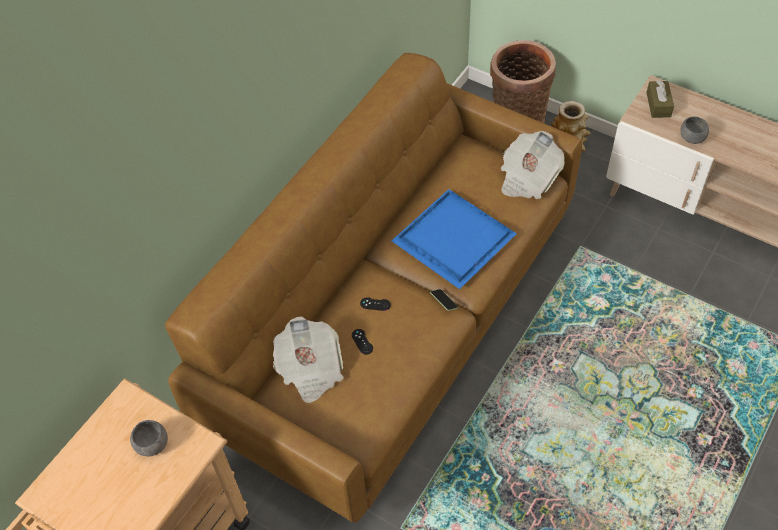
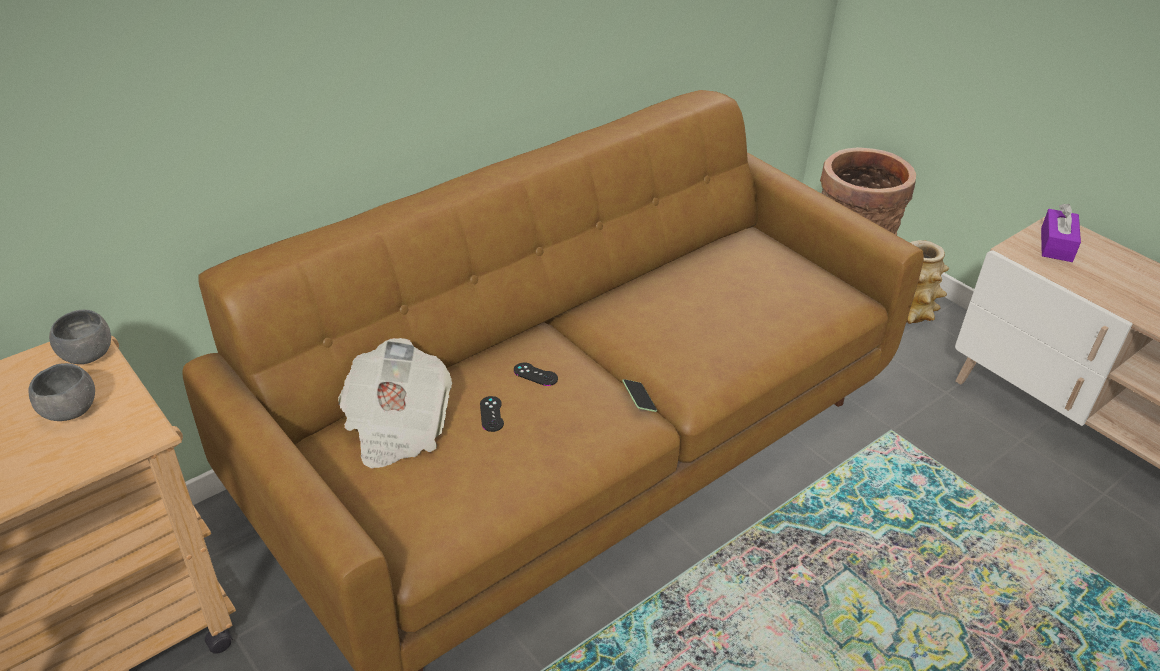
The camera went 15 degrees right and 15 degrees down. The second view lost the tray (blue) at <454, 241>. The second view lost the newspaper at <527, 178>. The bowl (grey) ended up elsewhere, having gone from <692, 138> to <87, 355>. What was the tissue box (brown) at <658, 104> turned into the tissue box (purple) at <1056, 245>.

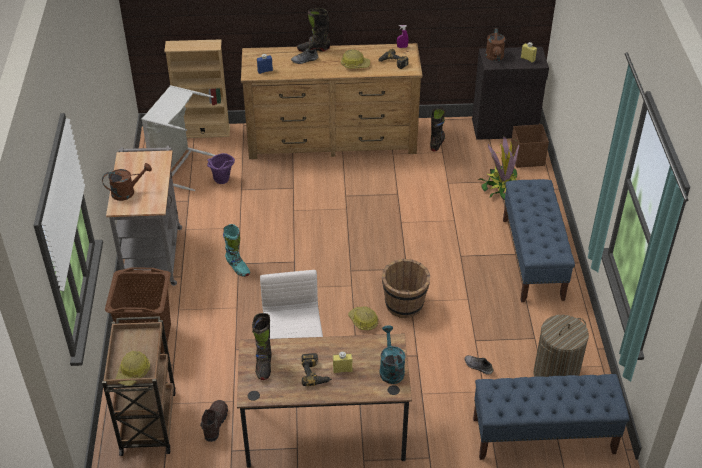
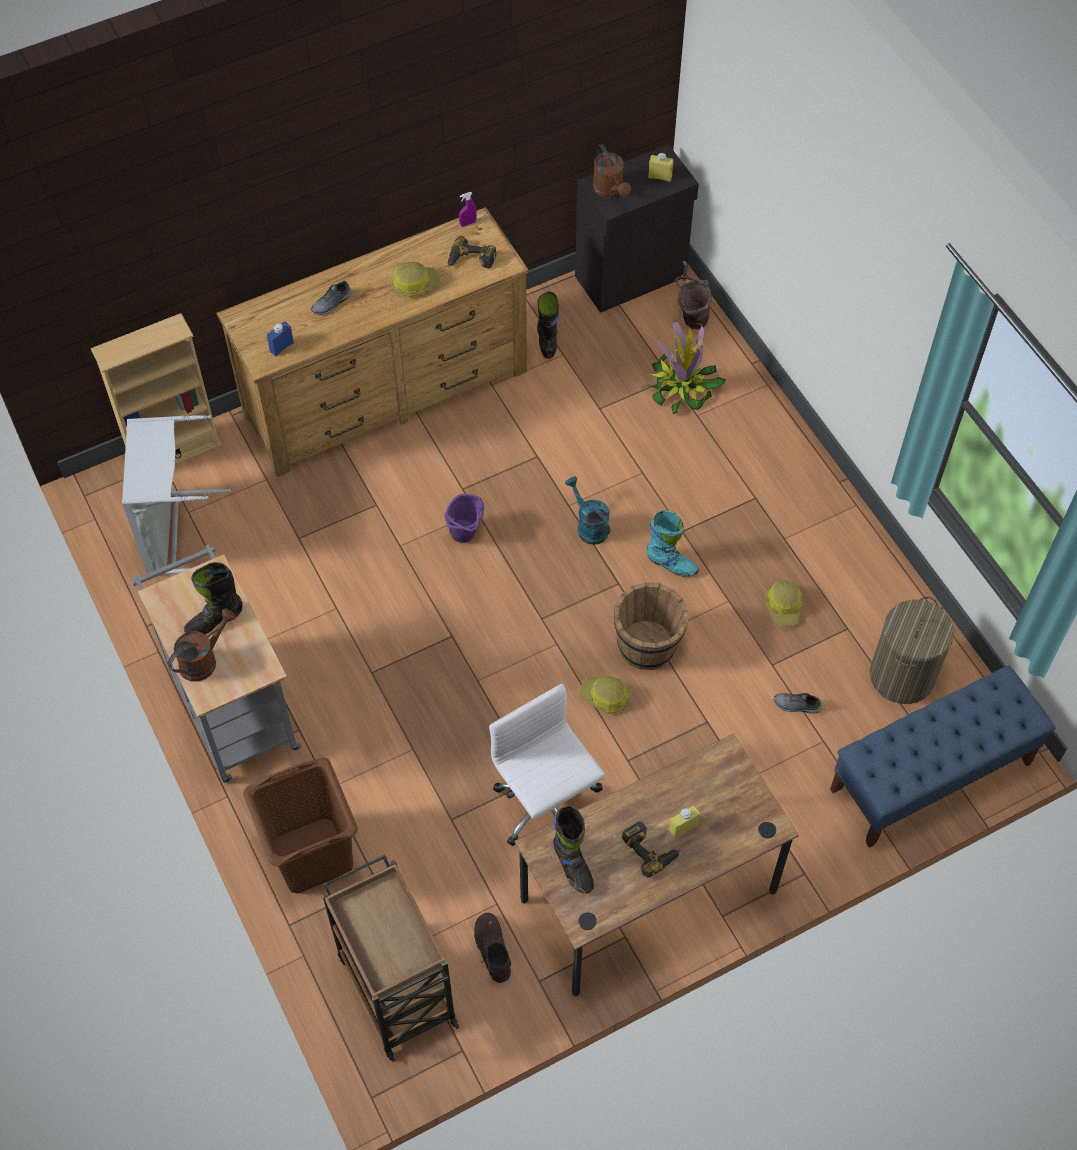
The camera went 25 degrees left and 15 degrees up. The second view lost the bench (blue) at <532, 259>. The hard hat ended up elsewhere, having gone from <134, 372> to <784, 606>. The bucket (purple) ended up elsewhere, having gone from <222, 182> to <466, 536>. The boot (turquoise) ended up elsewhere, having gone from <237, 267> to <671, 564>. The boot (black) ended up elsewhere, having gone from <313, 49> to <214, 620>. The watering can (turquoise) ended up elsewhere, having gone from <390, 369> to <588, 526>. Where the storage box (brown) stood at <527, 158>, the bucket (brown) came to stand at <691, 320>.

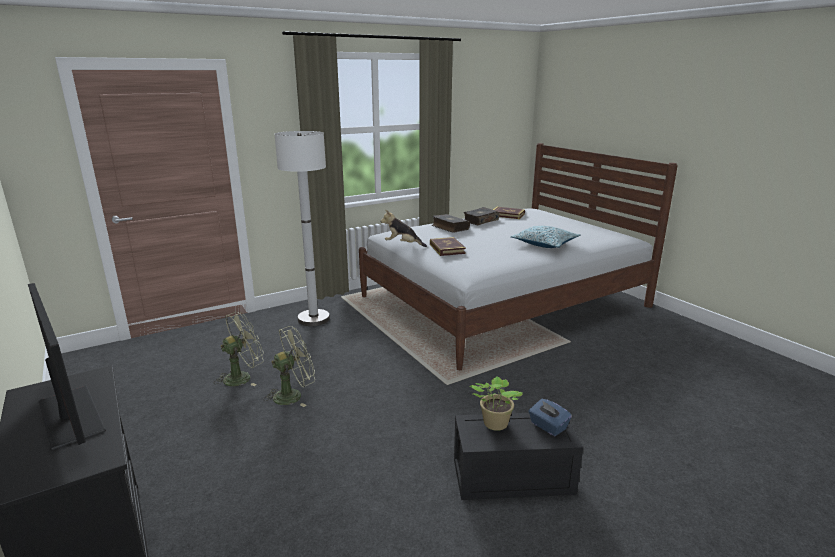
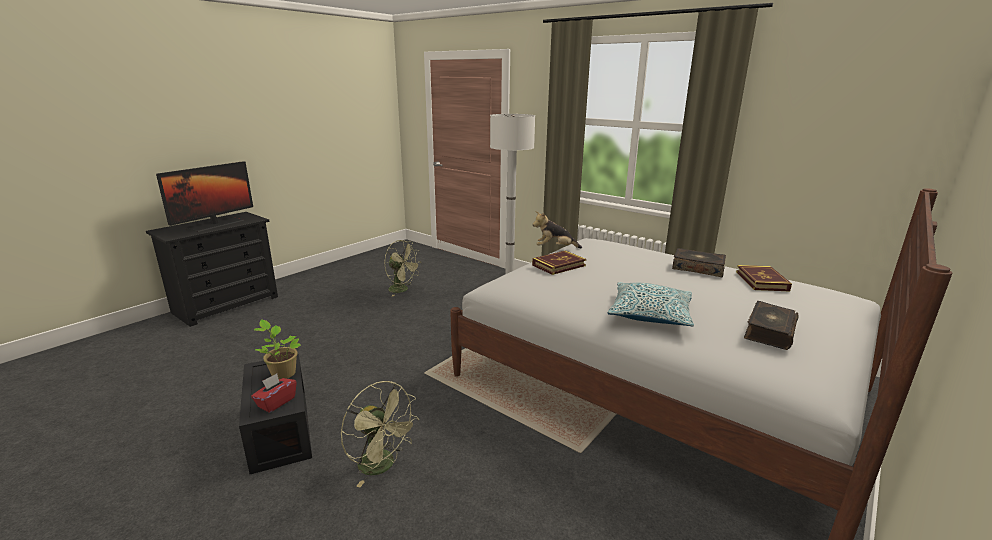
The camera went 70 degrees right and 0 degrees up. The fan (green) ended up elsewhere, having gone from <293, 395> to <382, 466>. The book ended up elsewhere, having gone from <449, 228> to <768, 332>. What was the tissue box (blue) at <548, 426> turned into the tissue box (red) at <276, 402>. The plush toy at <402, 245> ended up facing another way, 90 degrees counterclockwise from before.

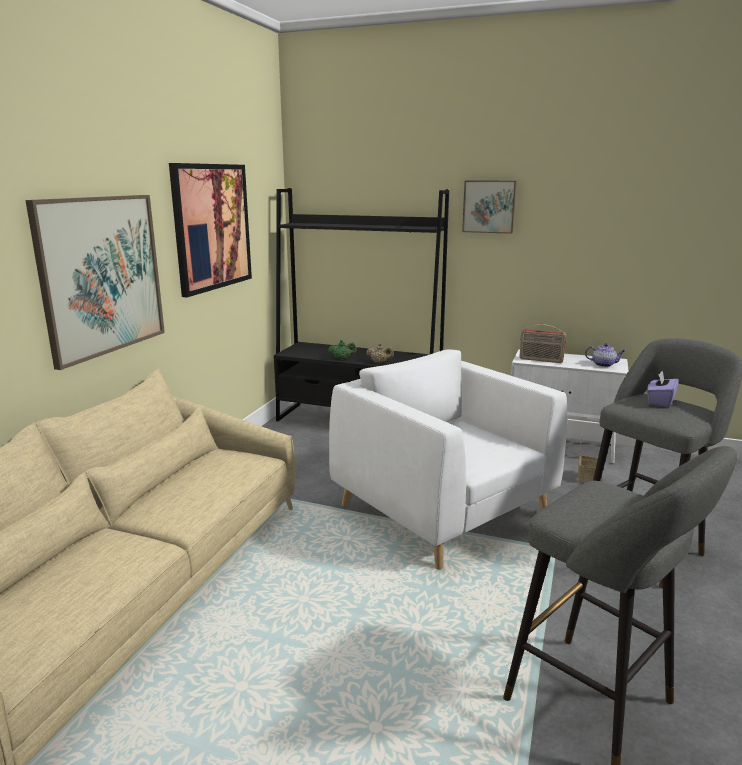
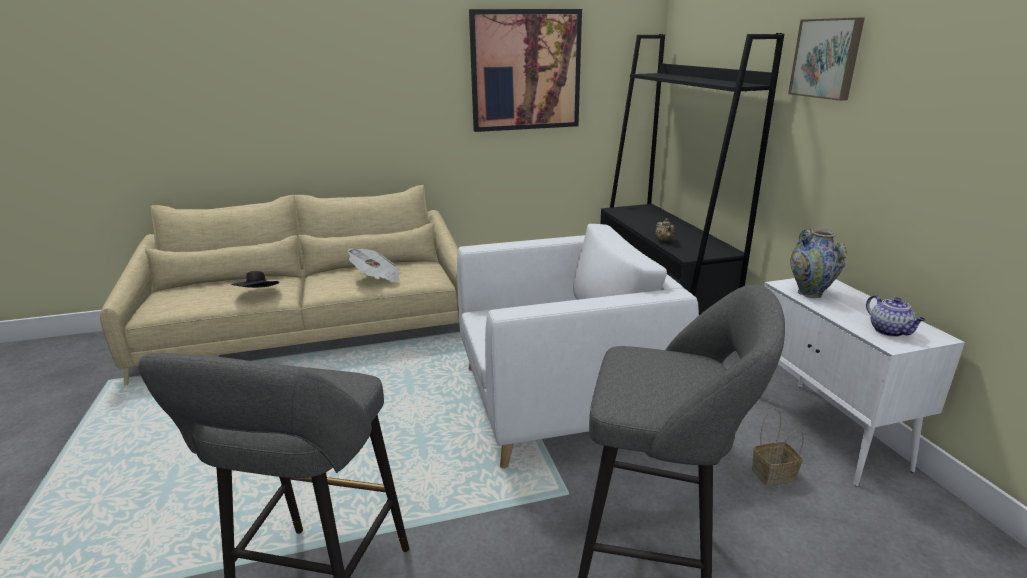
The camera went 55 degrees right and 5 degrees up. The second view lost the picture at <102, 275>. The second view lost the teapot (green) at <342, 359>. The second view lost the tissue box (purple) at <660, 401>. The second view gained the hat (black) at <258, 294>. The second view gained the newspaper at <377, 278>. Where the radio stood at <540, 360>, the vase came to stand at <810, 293>. The armchair (white) at <443, 509> ended up facing another way, 60 degrees clockwise from before.

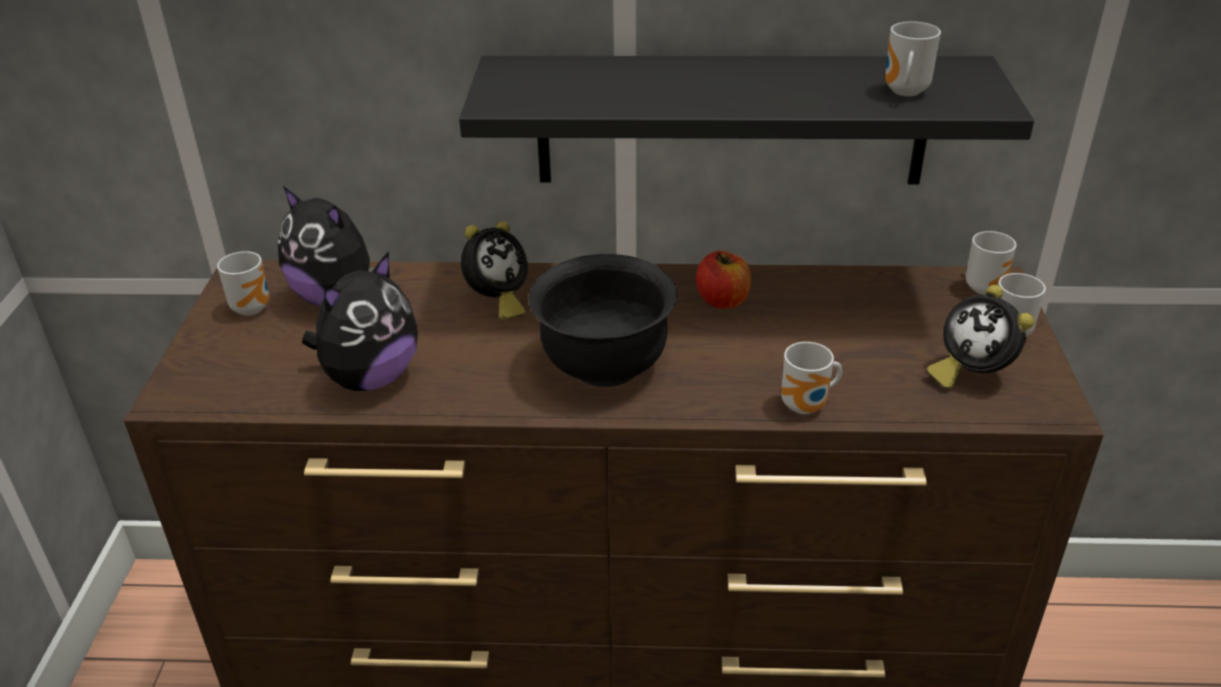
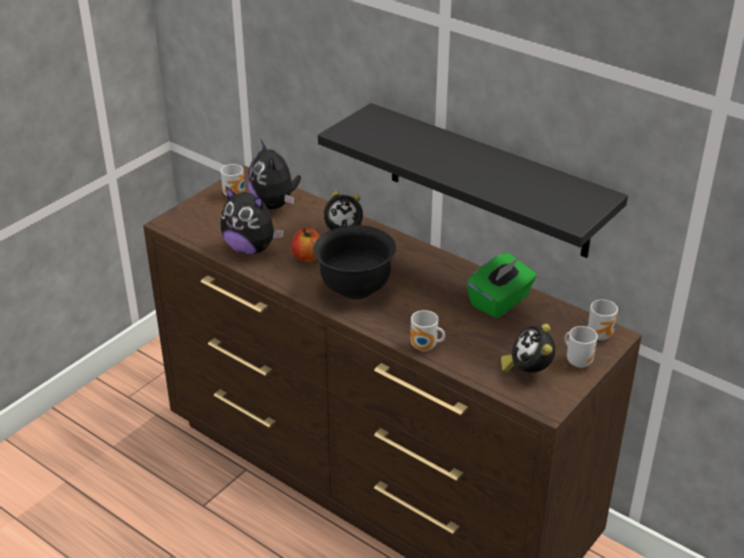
The camera went 35 degrees right and 0 degrees up. The second view lost the mug at <903, 92>. The second view gained the tissue box (green) at <500, 302>. The apple ended up elsewhere, having gone from <722, 300> to <307, 257>. The plush toy at <370, 378> ended up facing another way, 45 degrees clockwise from before.

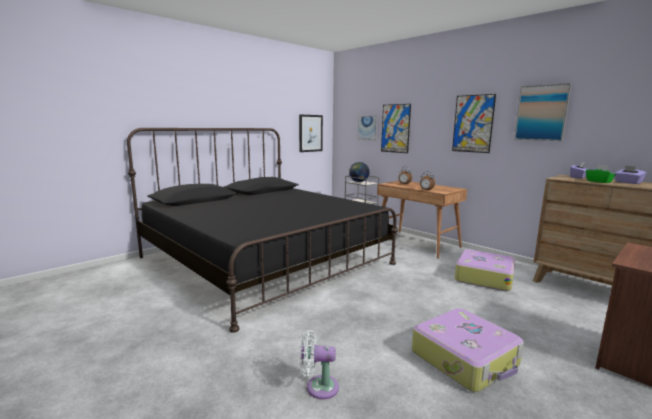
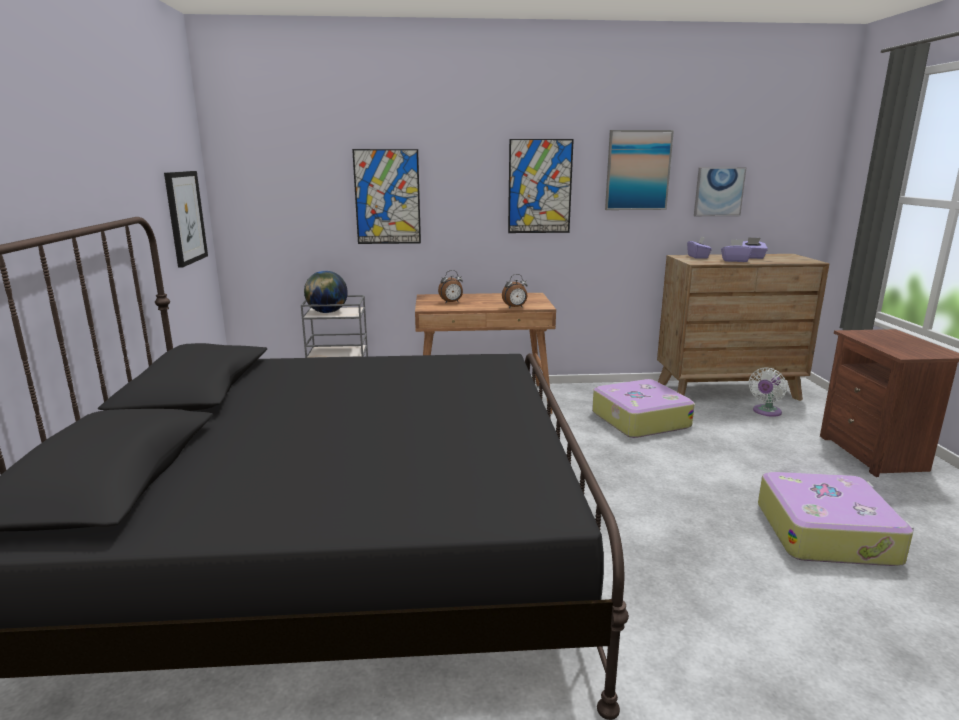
The camera went 50 degrees left and 5 degrees up. The fan (white) ended up elsewhere, having gone from <318, 387> to <765, 412>. The picture ended up elsewhere, having gone from <367, 127> to <719, 191>. What was the tissue box (green) at <599, 181> turned into the tissue box (purple) at <734, 260>.

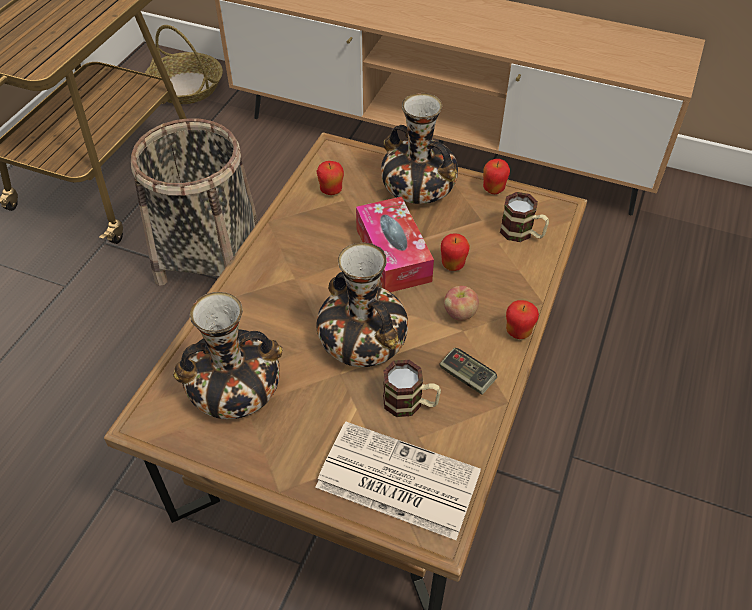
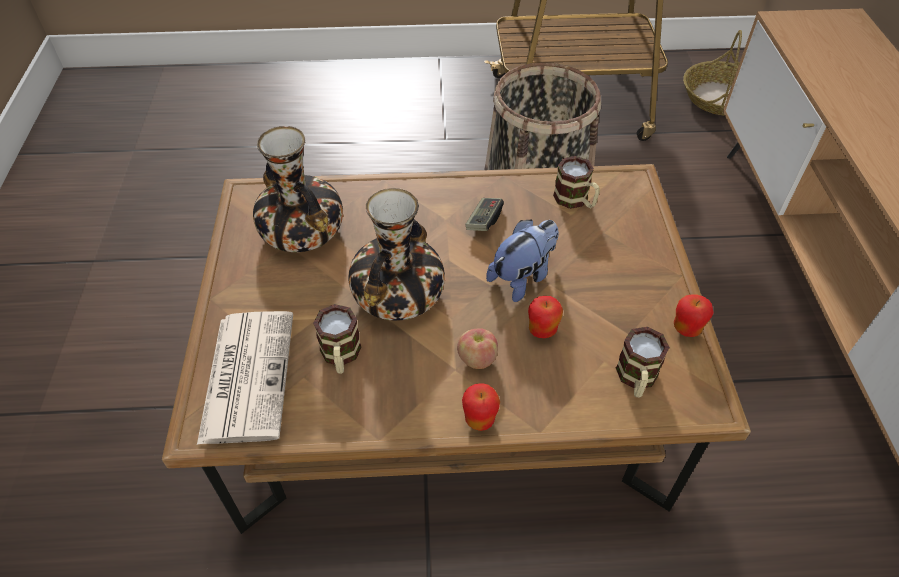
The camera went 65 degrees right and 0 degrees up. The second view lost the vase at <419, 187>. The game controller ended up elsewhere, having gone from <466, 376> to <484, 221>. Where the apple stood at <331, 191>, the mug came to stand at <575, 201>. Where the tissue box stood at <393, 254>, the plush toy came to stand at <522, 277>.

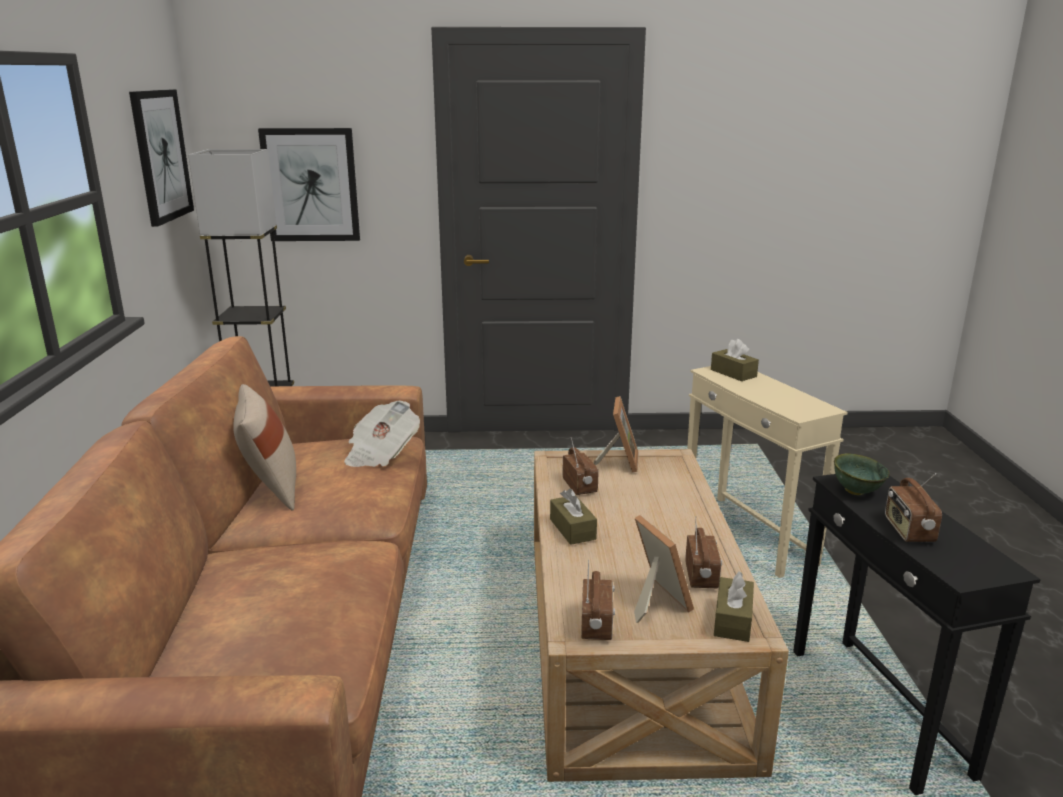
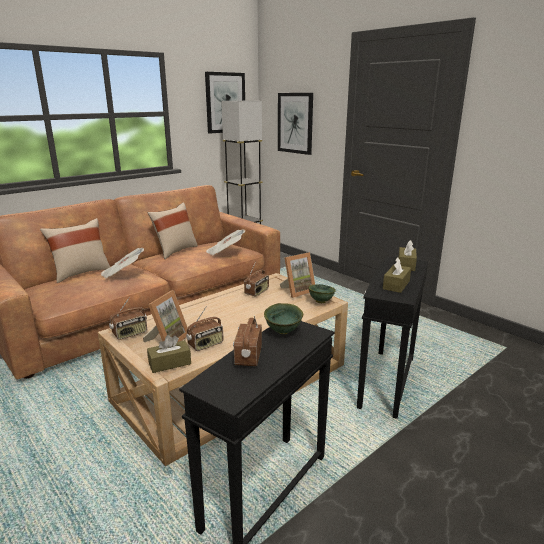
The camera went 50 degrees right and 0 degrees up. The second view gained the pillow (beige) at <81, 273>. The second view gained the newspaper at <122, 274>. The second view gained the bowl (green) at <320, 301>. The tissue box (brown) ended up elsewhere, having gone from <572, 529> to <396, 285>. What was the side table (beige) at <747, 536> turned into the side table (black) at <386, 382>. The radio at <908, 531> ended up facing another way, 45 degrees counterclockwise from before.

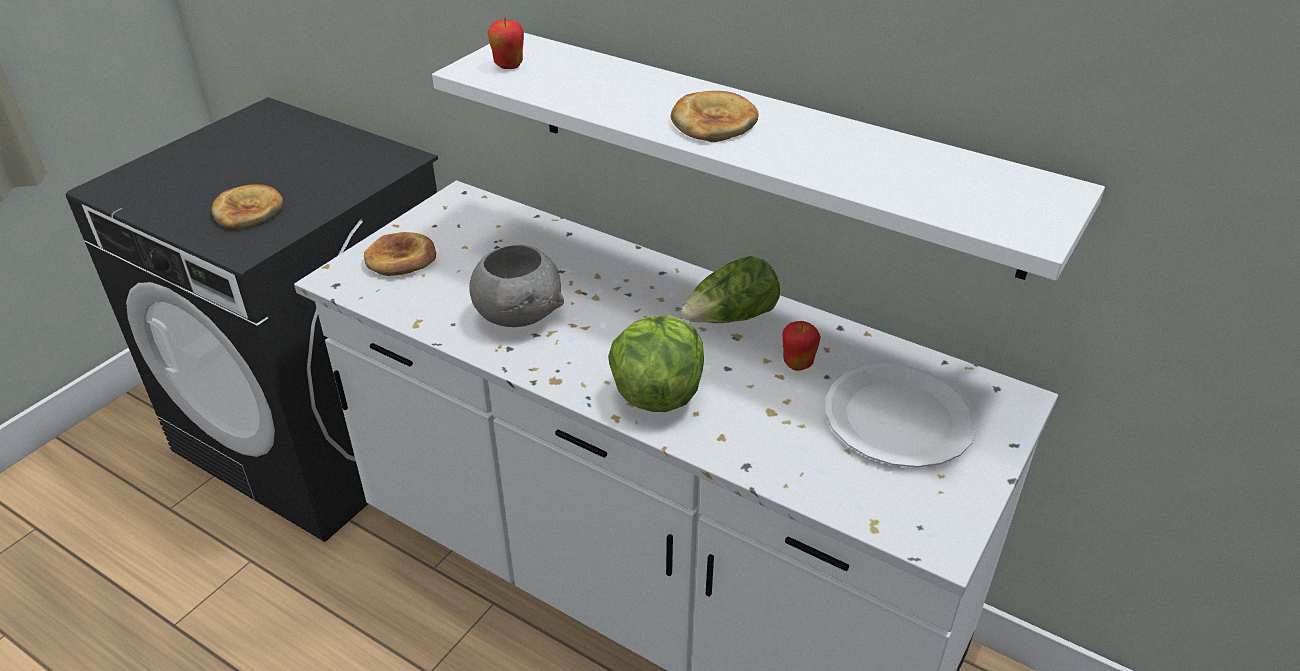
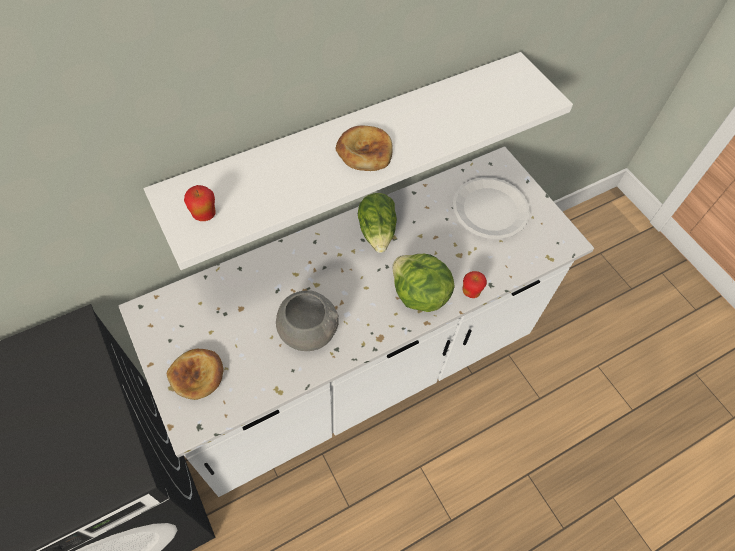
The camera went 65 degrees left and 20 degrees up. The second view lost the bread at <248, 211>. The apple ended up elsewhere, having gone from <797, 364> to <471, 292>.

